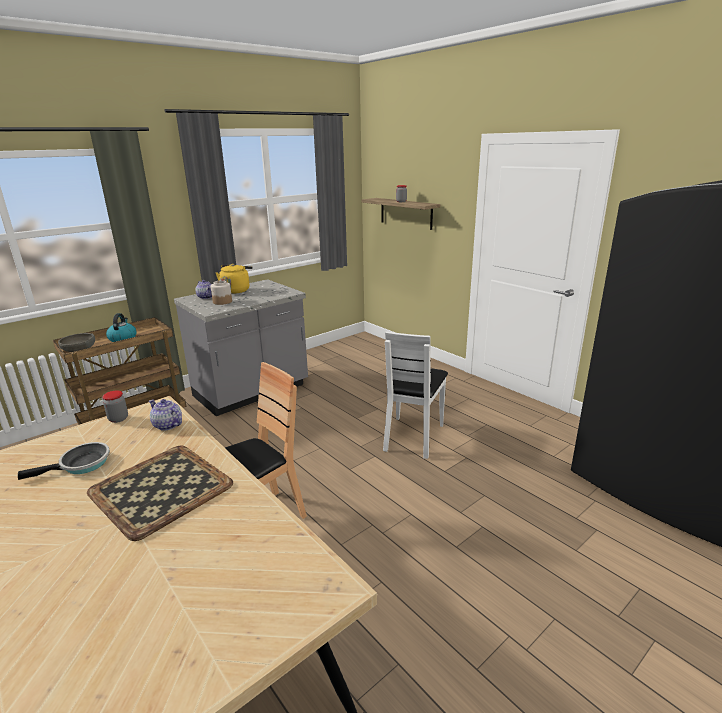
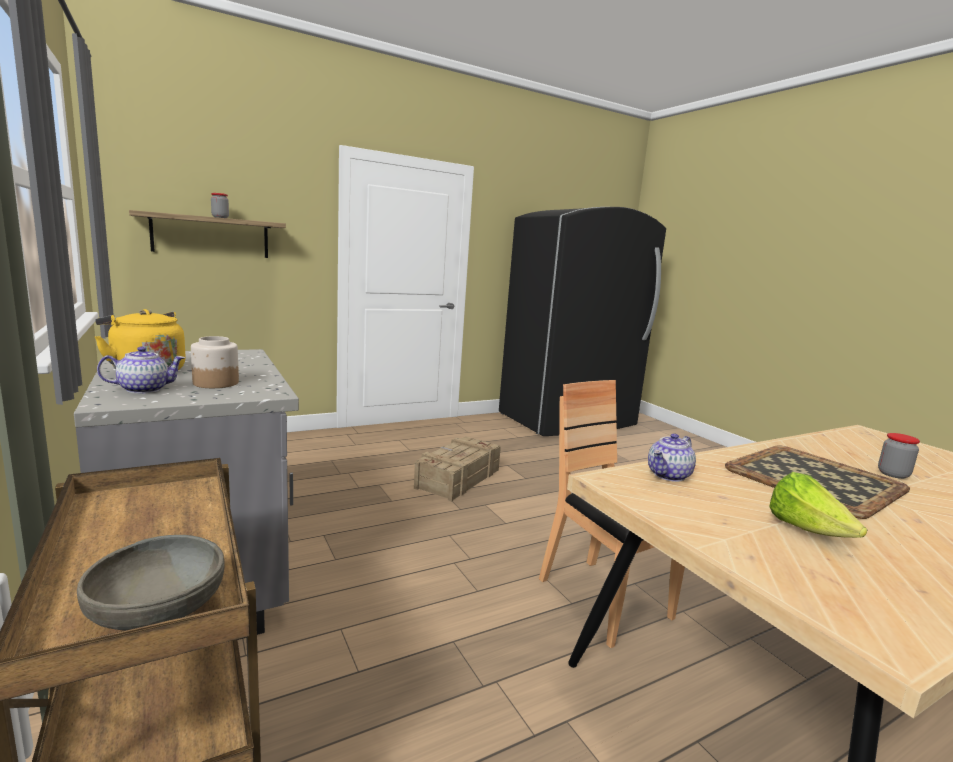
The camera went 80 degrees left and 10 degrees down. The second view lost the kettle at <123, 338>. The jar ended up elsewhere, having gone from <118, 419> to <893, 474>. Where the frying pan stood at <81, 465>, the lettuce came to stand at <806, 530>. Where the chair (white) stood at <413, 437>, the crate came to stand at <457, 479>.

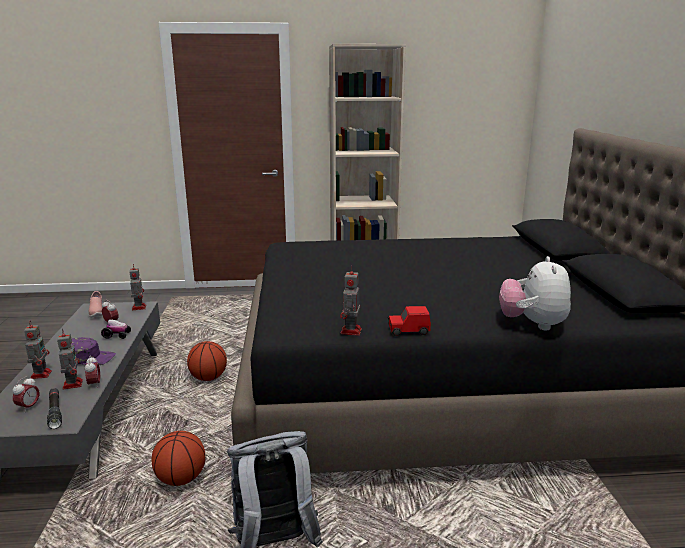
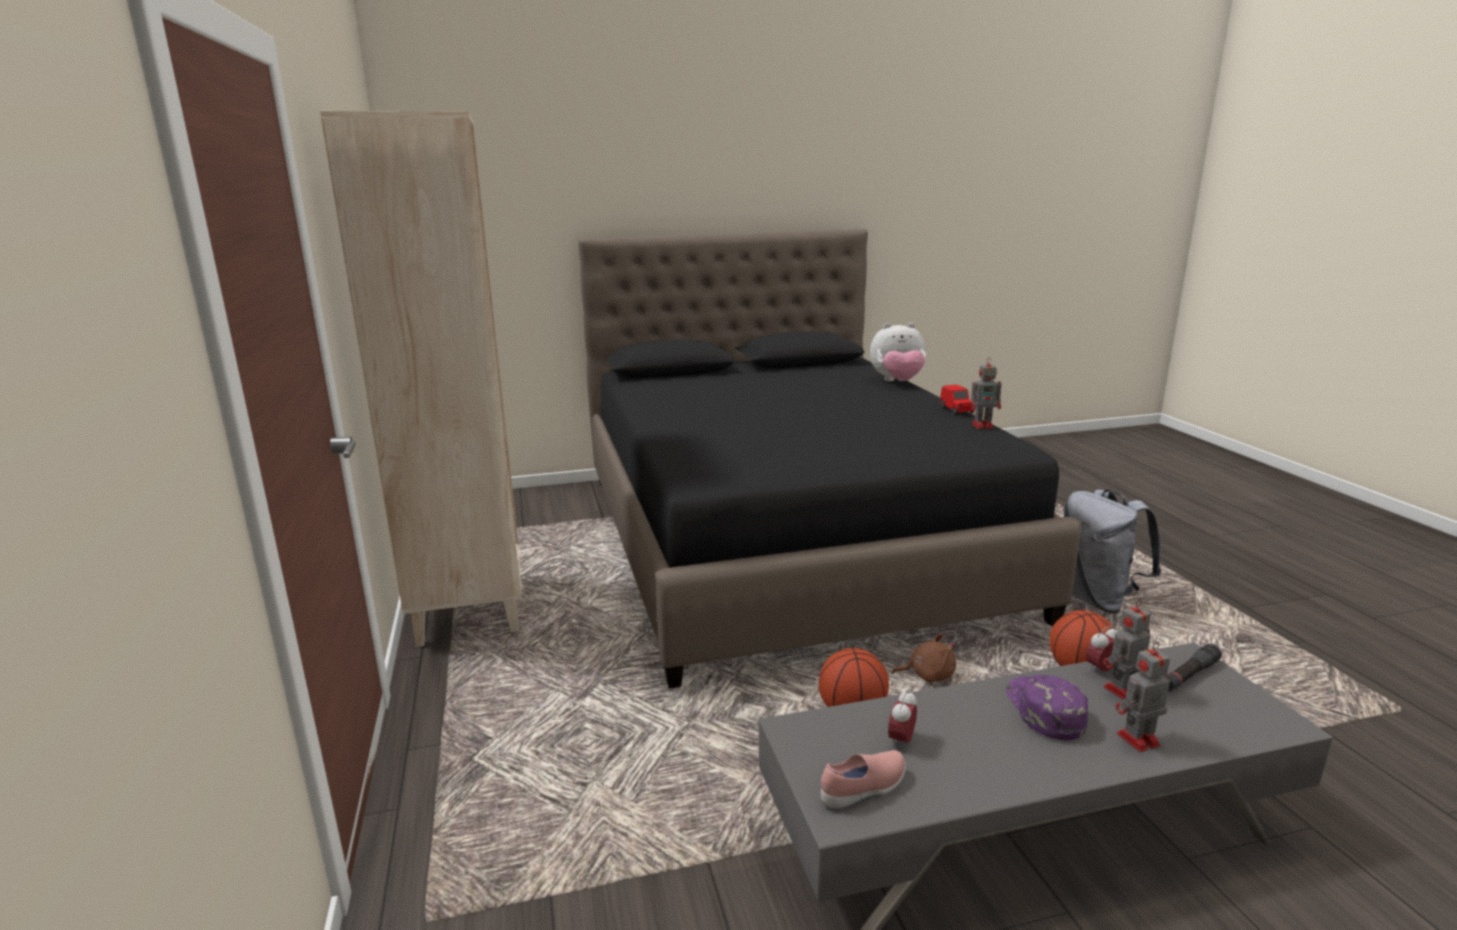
The camera went 100 degrees left and 0 degrees up. The second view lost the alarm clock at <29, 407>. The second view lost the toy car at <117, 335>. The second view lost the toy robot at <139, 307>. The second view gained the plush toy (brown) at <927, 675>.

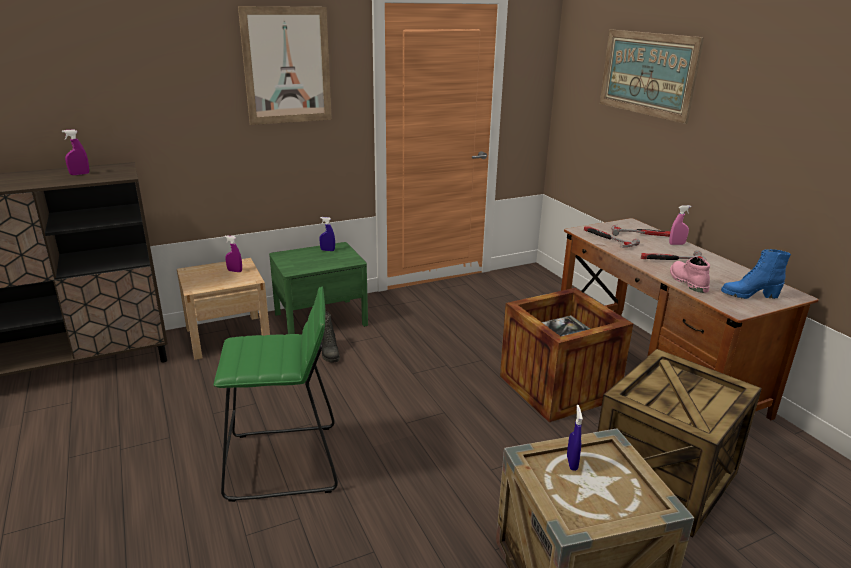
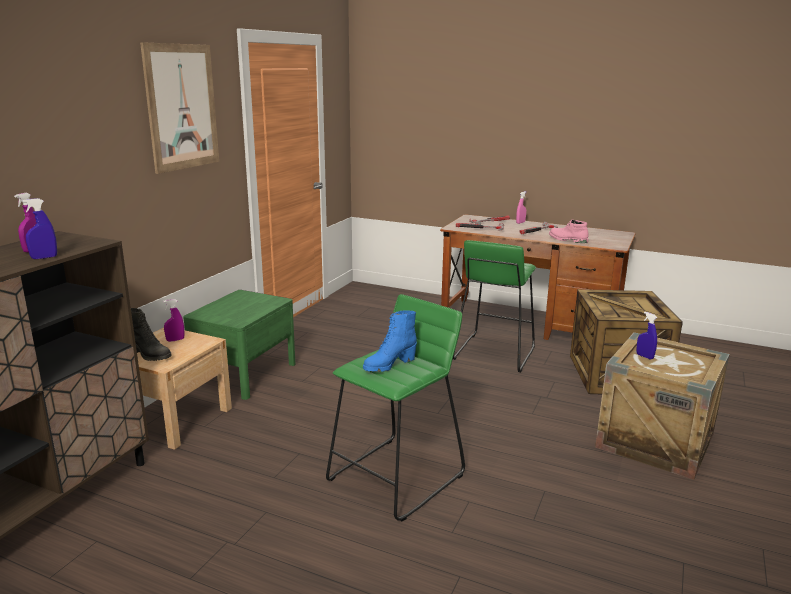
The camera went 40 degrees left and 5 degrees down. The second view lost the picture at <647, 73>. The spray bottle (blue) ended up elsewhere, having gone from <327, 250> to <44, 257>. The boot (black) ended up elsewhere, having gone from <329, 353> to <149, 355>. The boot (blue) ended up elsewhere, having gone from <749, 295> to <389, 365>. Where the crate stood at <558, 387>, the stool (green) came to stand at <493, 352>.

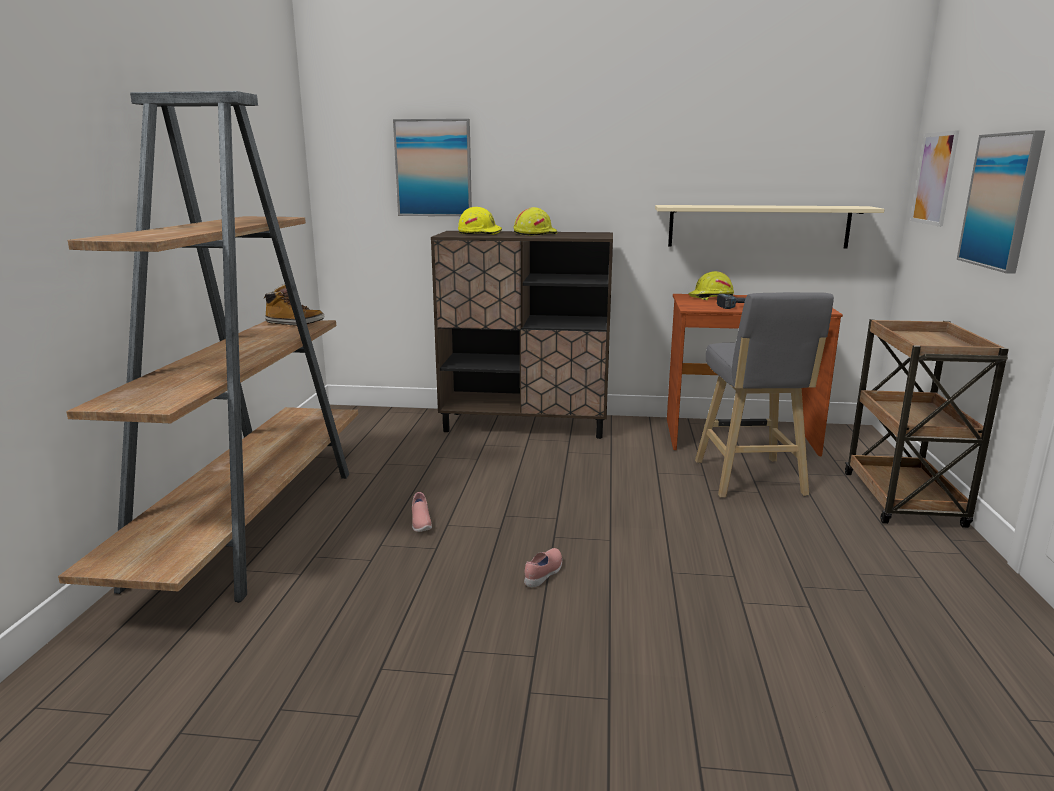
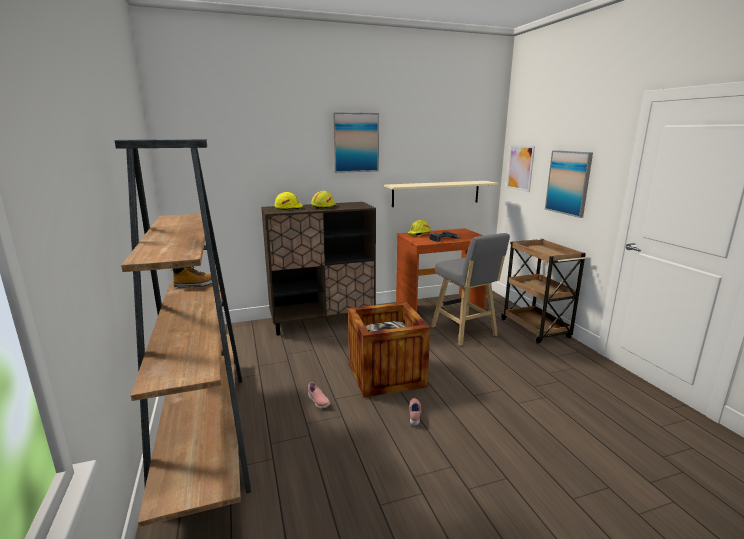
The camera went 25 degrees left and 0 degrees up. The second view gained the crate at <386, 374>. The picture ended up elsewhere, having gone from <433, 168> to <355, 142>.

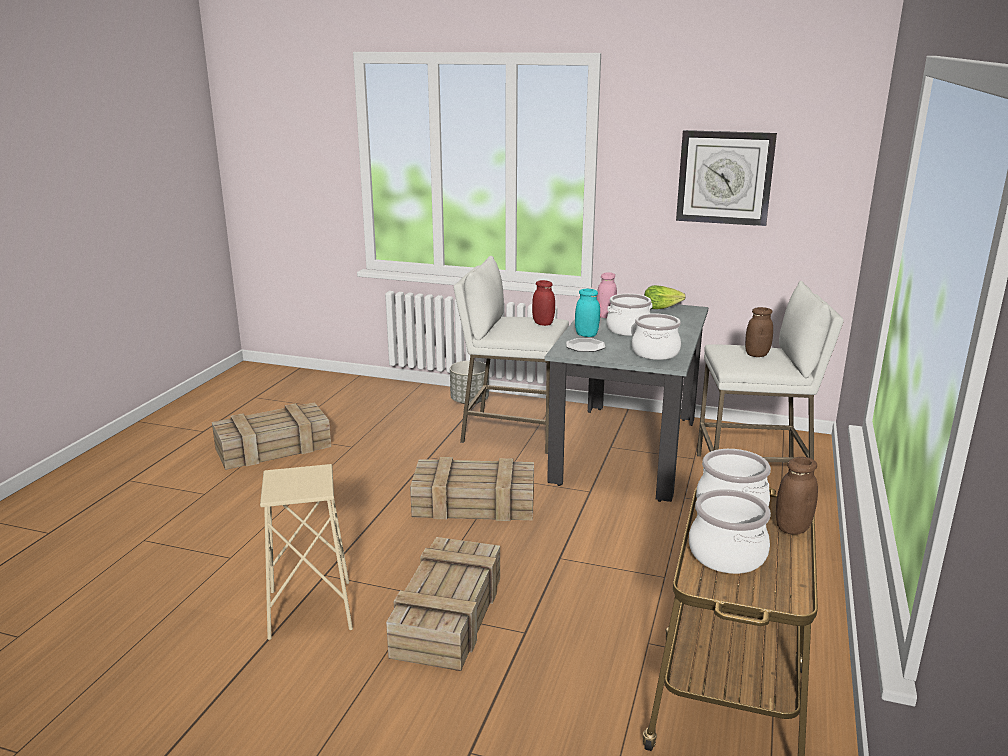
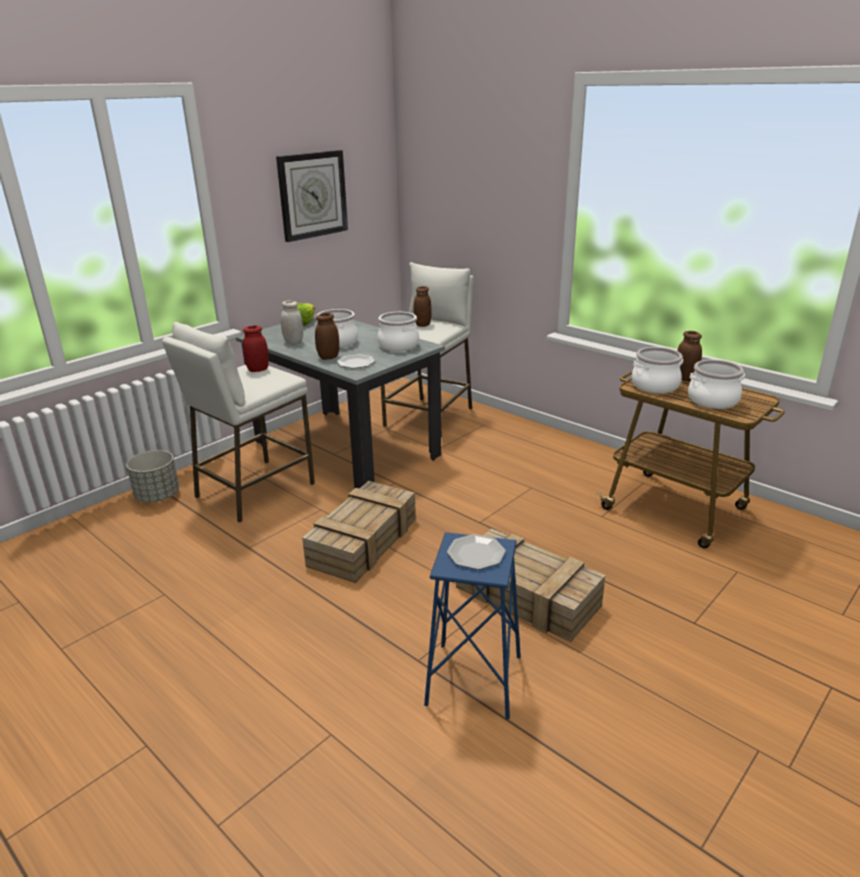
The camera went 65 degrees left and 5 degrees up. The second view lost the crate at <272, 448>. The second view gained the plate at <476, 554>. What was the stool (beige) at <310, 610> turned into the stool (blue) at <474, 680>. What was the jar (turquoise) at <586, 335> turned into the jar (brown) at <328, 357>. What was the jar (pink) at <605, 316> turned into the jar (white) at <293, 342>.

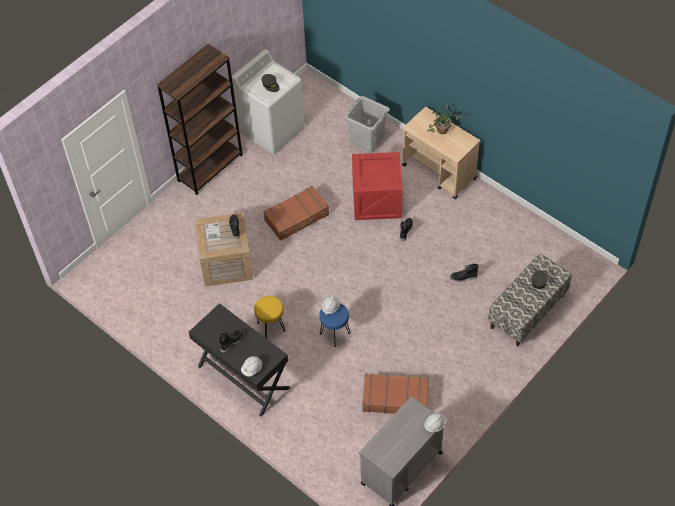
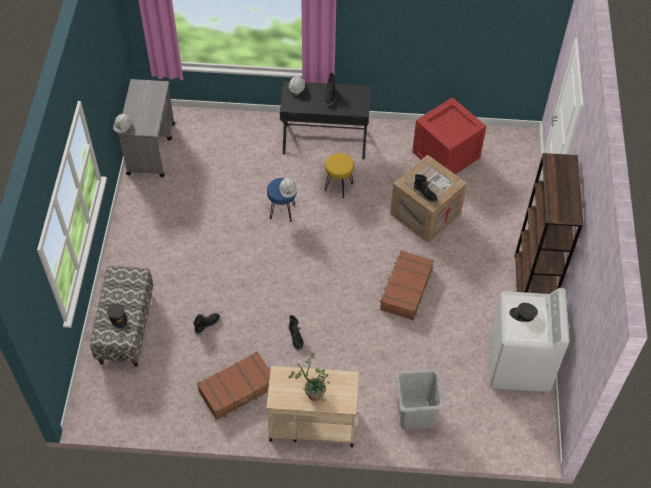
The camera went 140 degrees right and 0 degrees up. The crate ended up elsewhere, having gone from <377, 200> to <446, 155>. The suitcase (brown) ended up elsewhere, having gone from <395, 398> to <238, 390>.

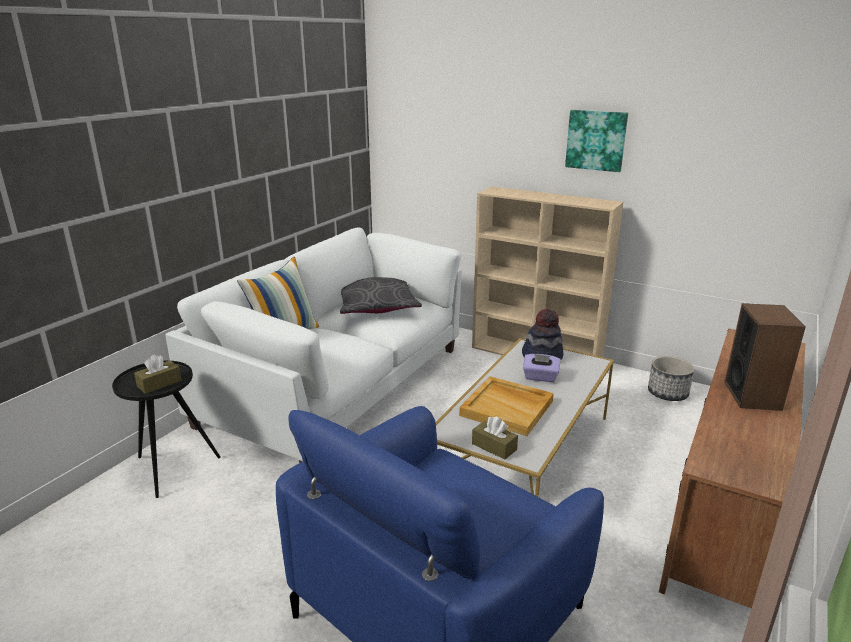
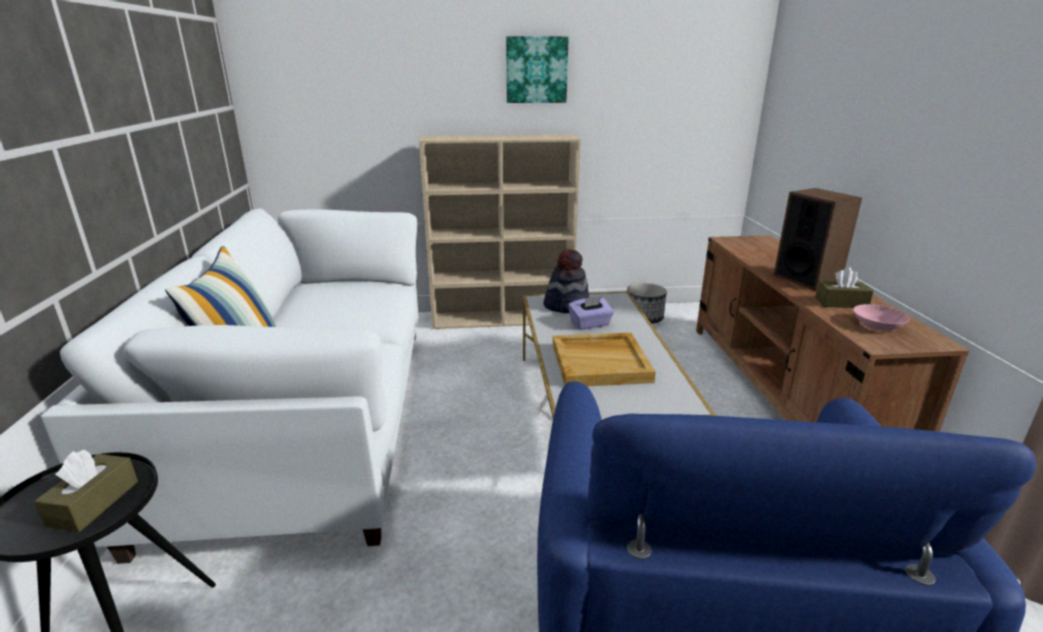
The camera went 35 degrees left and 0 degrees up. The second view lost the pillow (grey) at <376, 305>. The second view gained the bowl (pink) at <876, 325>. The tissue box (brown) ended up elsewhere, having gone from <494, 447> to <841, 303>.

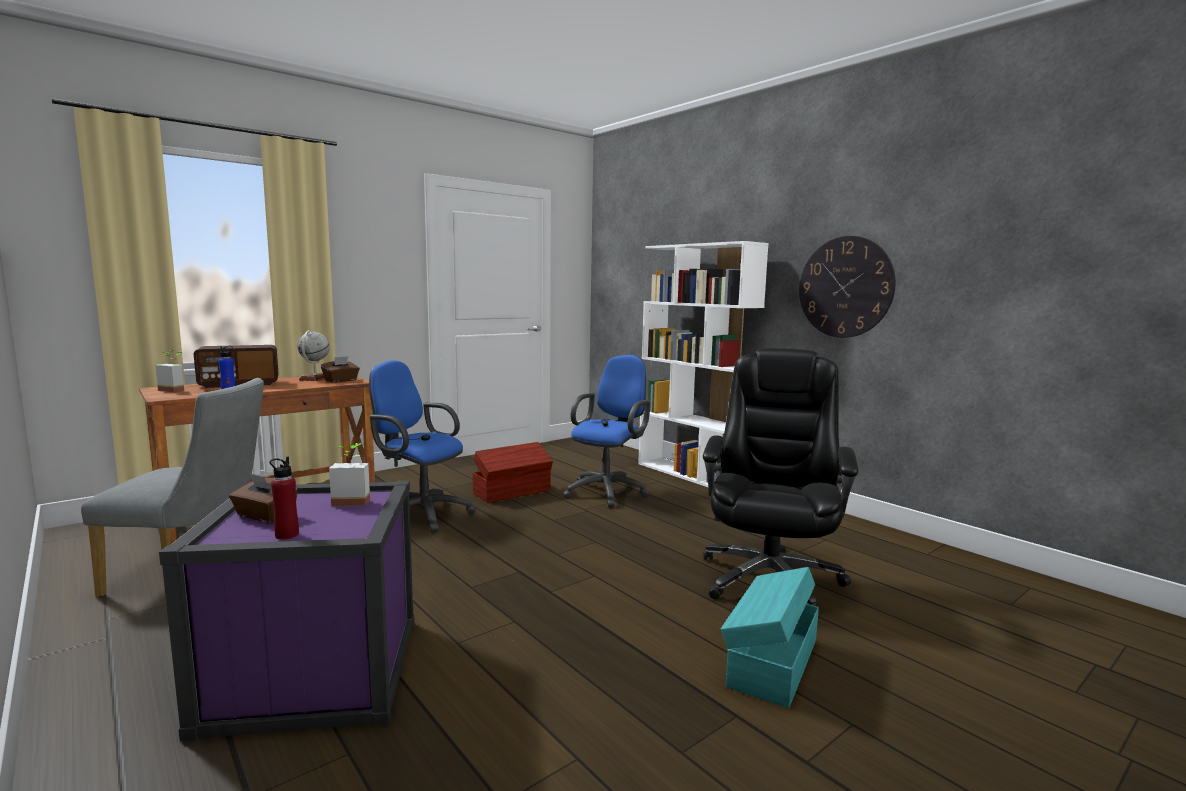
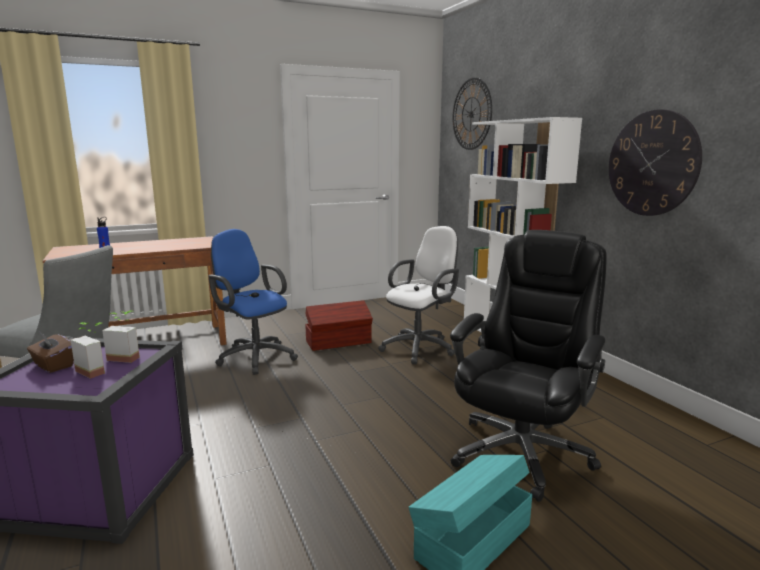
The camera went 15 degrees right and 5 degrees up. The second view lost the radio at <239, 384>. The second view lost the bottle (red) at <287, 535>. The second view lost the globe at <315, 378>. The second view lost the tissue box (brown) at <341, 380>. The second view gained the wall clock at <471, 114>. The potted plant ended up elsewhere, having gone from <175, 390> to <96, 370>. What was the office chair (blue) at <608, 491> turned into the office chair (white) at <421, 348>.

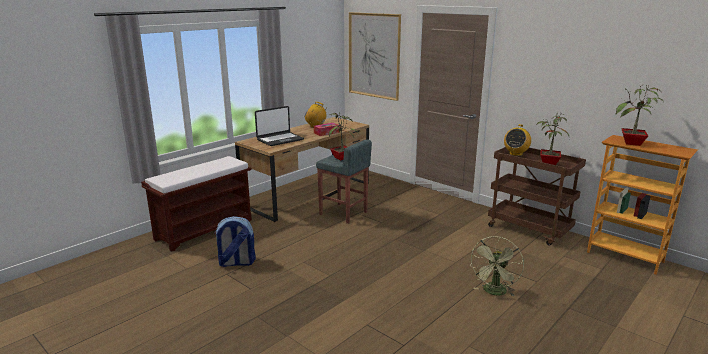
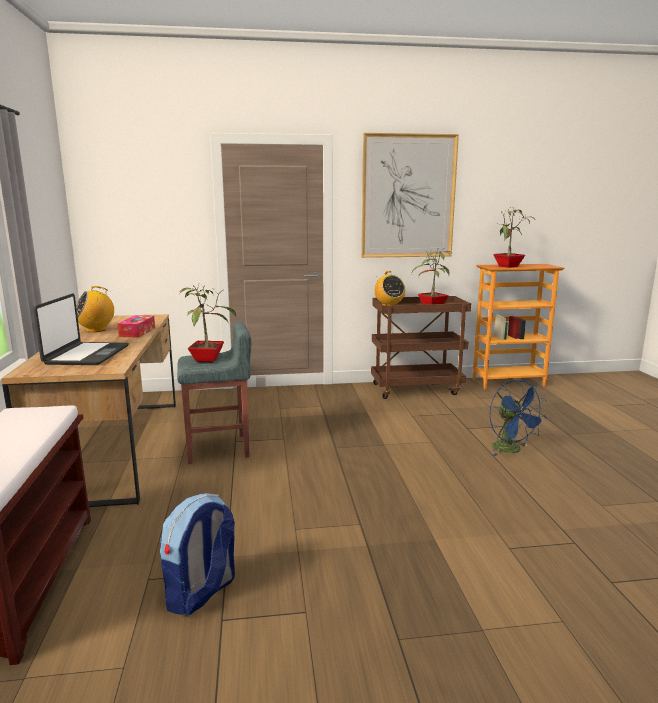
The camera went 50 degrees left and 5 degrees down. The picture ended up elsewhere, having gone from <374, 55> to <408, 197>. What was the fan (green) at <494, 292> turned into the fan (blue) at <511, 450>.

